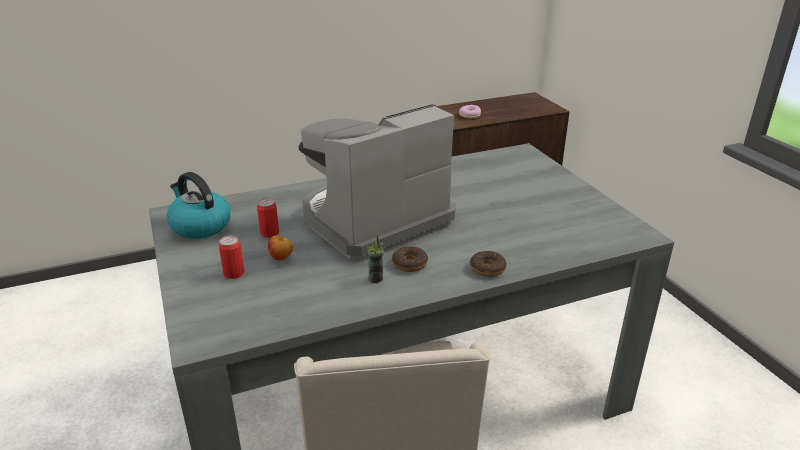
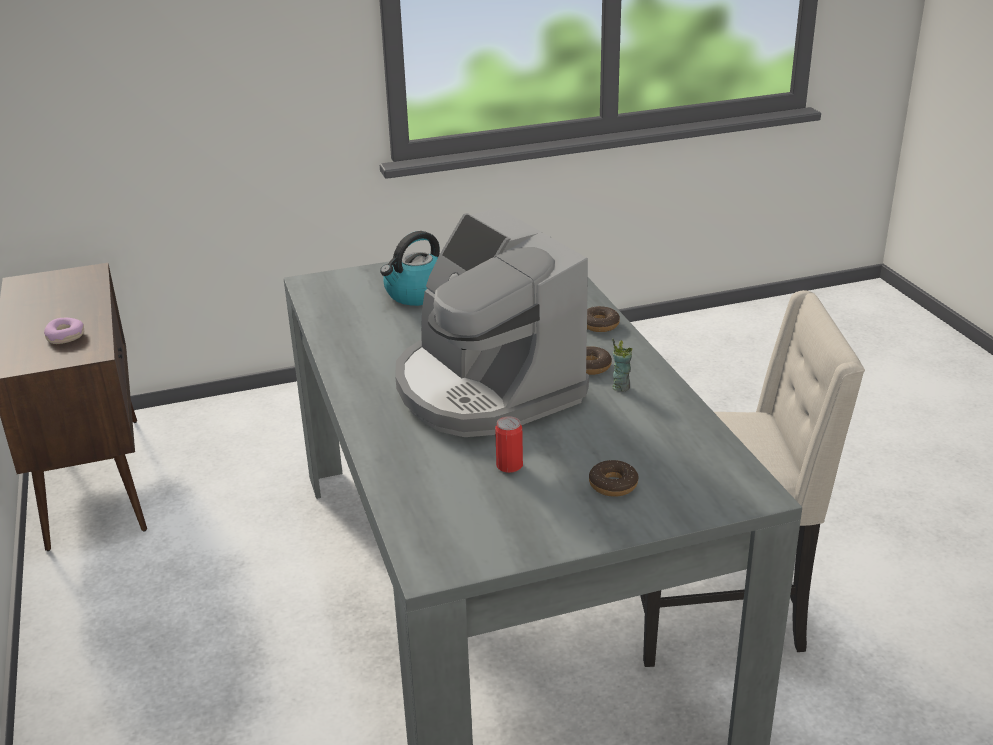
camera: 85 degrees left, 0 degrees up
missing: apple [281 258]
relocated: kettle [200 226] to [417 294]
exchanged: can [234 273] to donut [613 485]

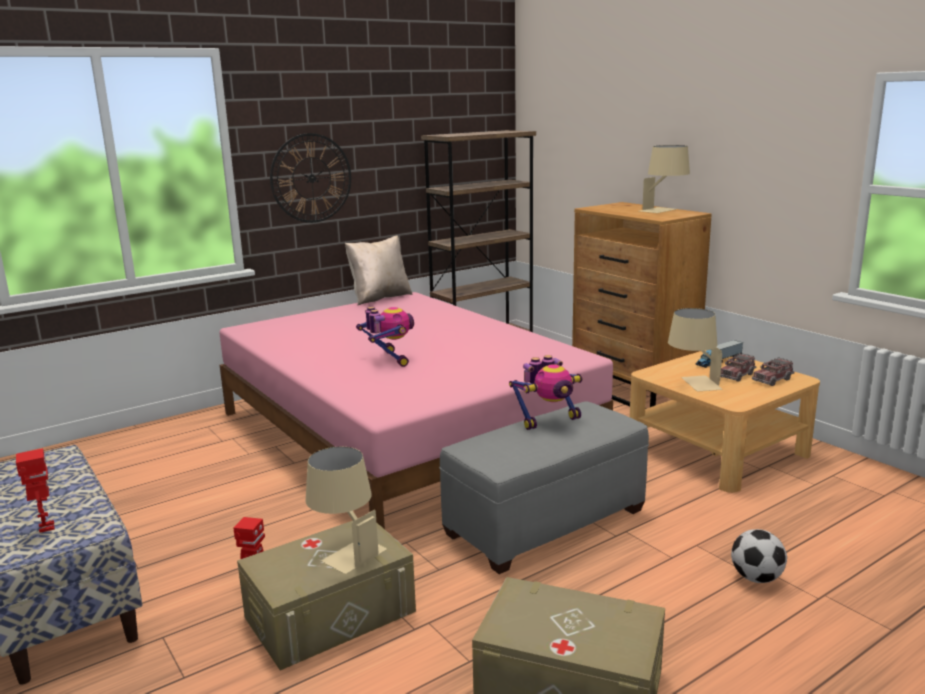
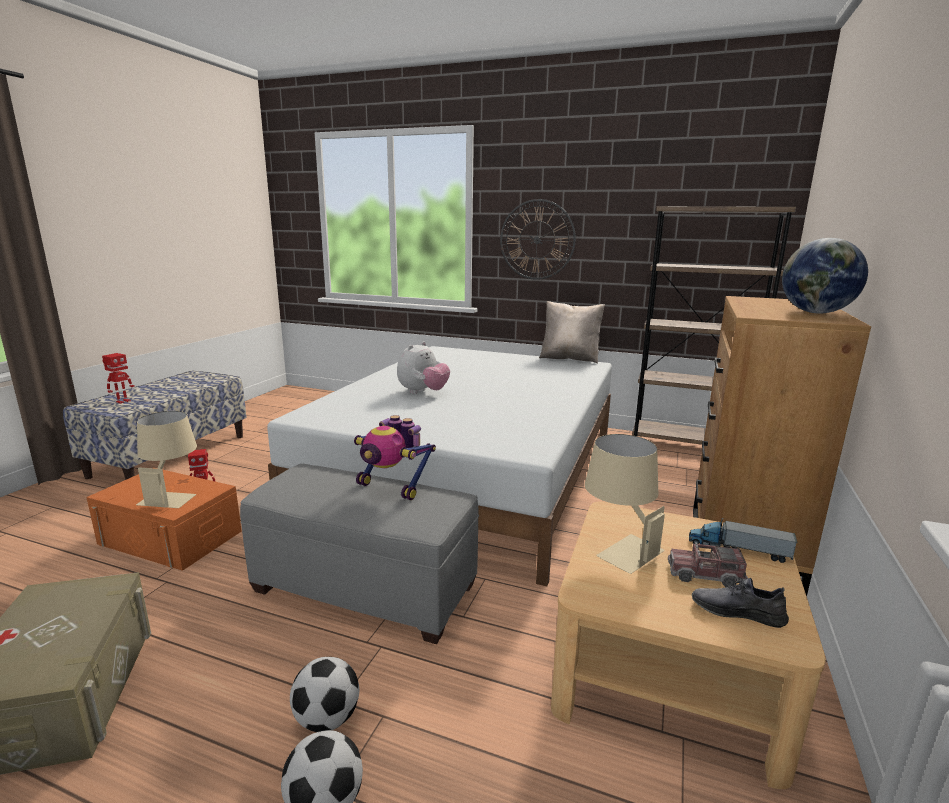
camera: 55 degrees right, 0 degrees up
appeared: football [327 719]
exchanged: toy robot [388 360] to plush toy [423 392]; beige table lamp [664 210] to globe [815 313]; toy truck [772 379] to grey shoe [737 611]
colour: pink bed [404 433] to white bed [471 471]; beige storage box [330 614] to orange storage box [171 537]

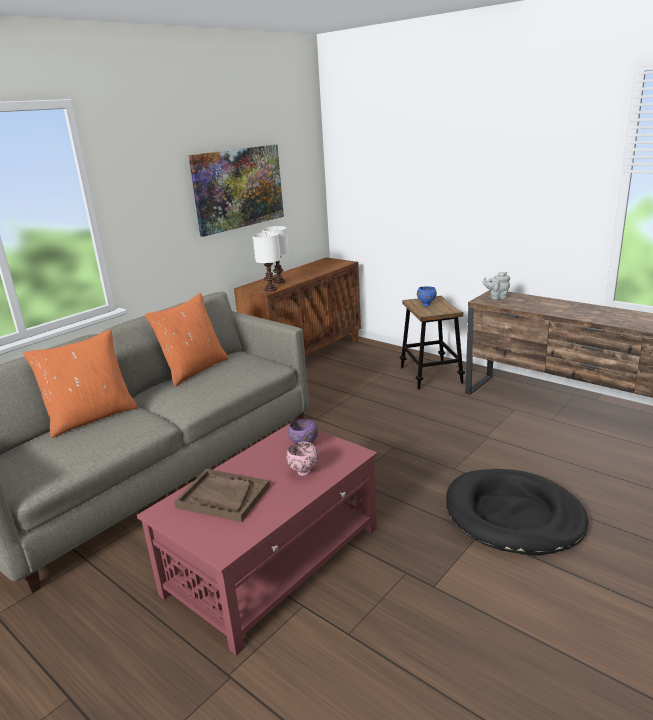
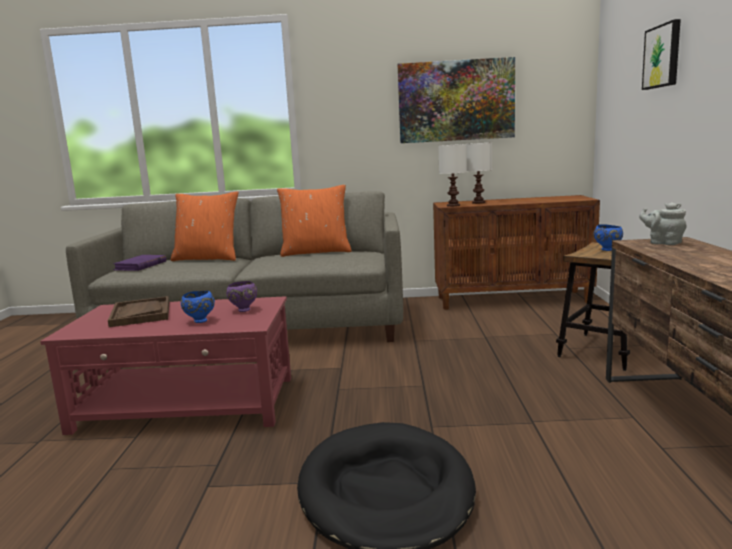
camera: 50 degrees right, 10 degrees down
appeared: purple book [140 266]; picture [663 56]
colour: pink bowl [303 473] to blue bowl [199 321]

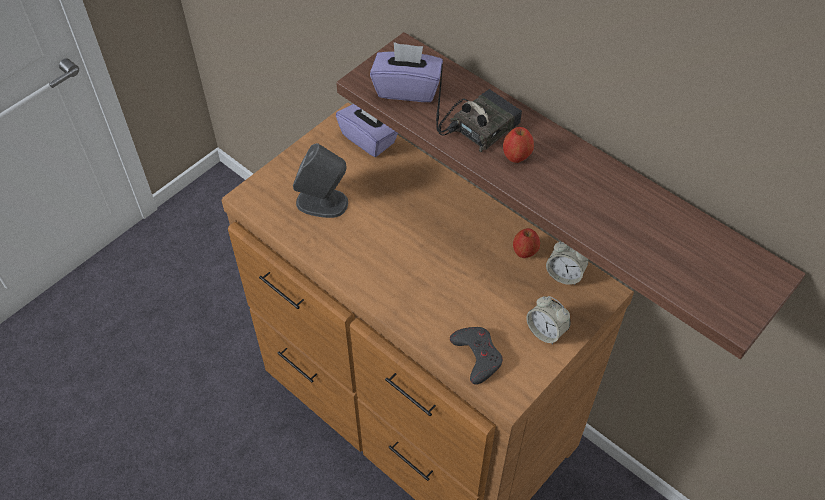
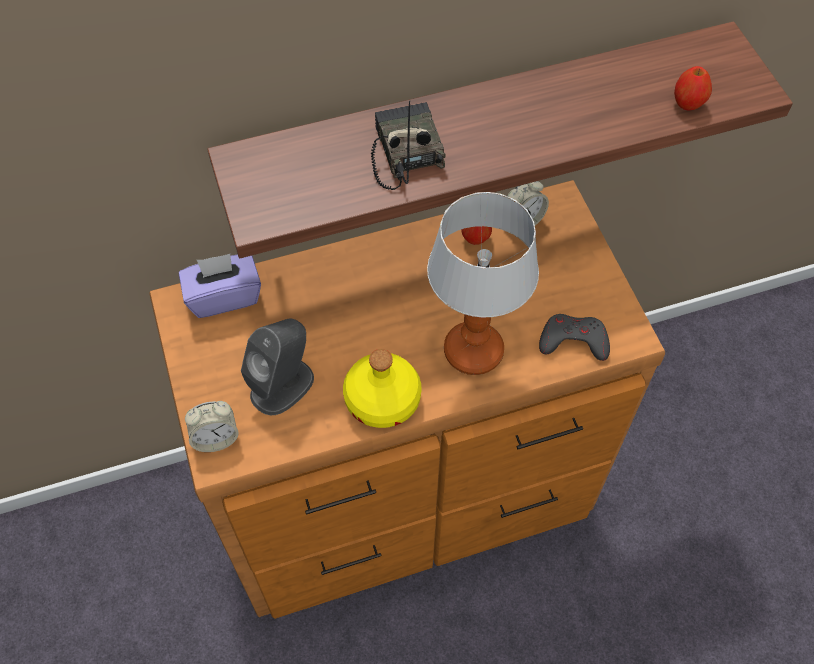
camera: 60 degrees left, 5 degrees up
missing: purple tissue box [407 89]
appeared: yellow bottle [383 400]; table lamp [472 351]
relocated: apple [516 157] to [688 103]; alarm clock [546 331] to [216 438]

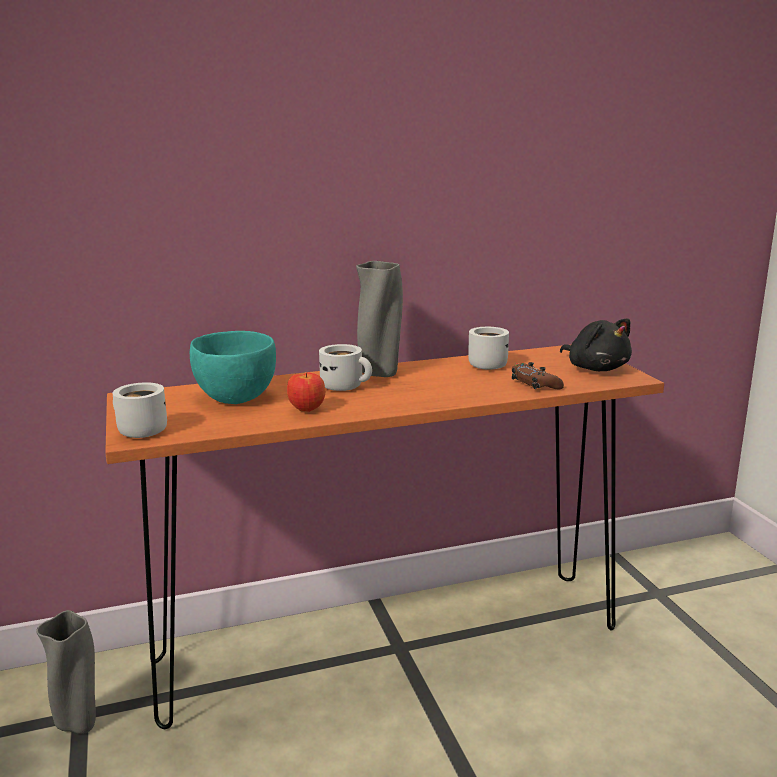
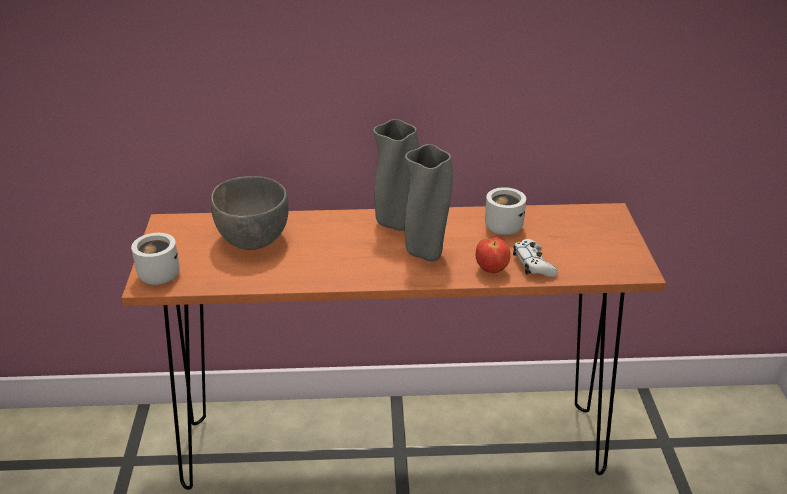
camera: 15 degrees right, 15 degrees up
missing: white mug [346 386]; black plush toy [596 368]
relocated: grey vase [79 723] to [426 253]; apple [307 410] to [492 270]
colour: turquoise bowl [236 397] to grey bowl [253 239]; brown game controller [535 384] to white game controller [533 264]

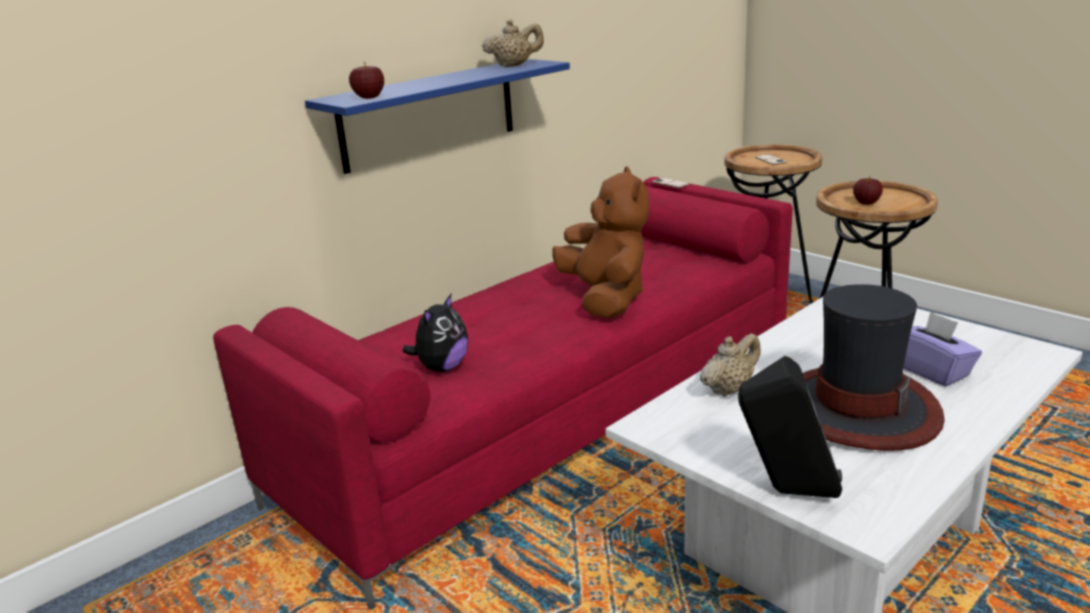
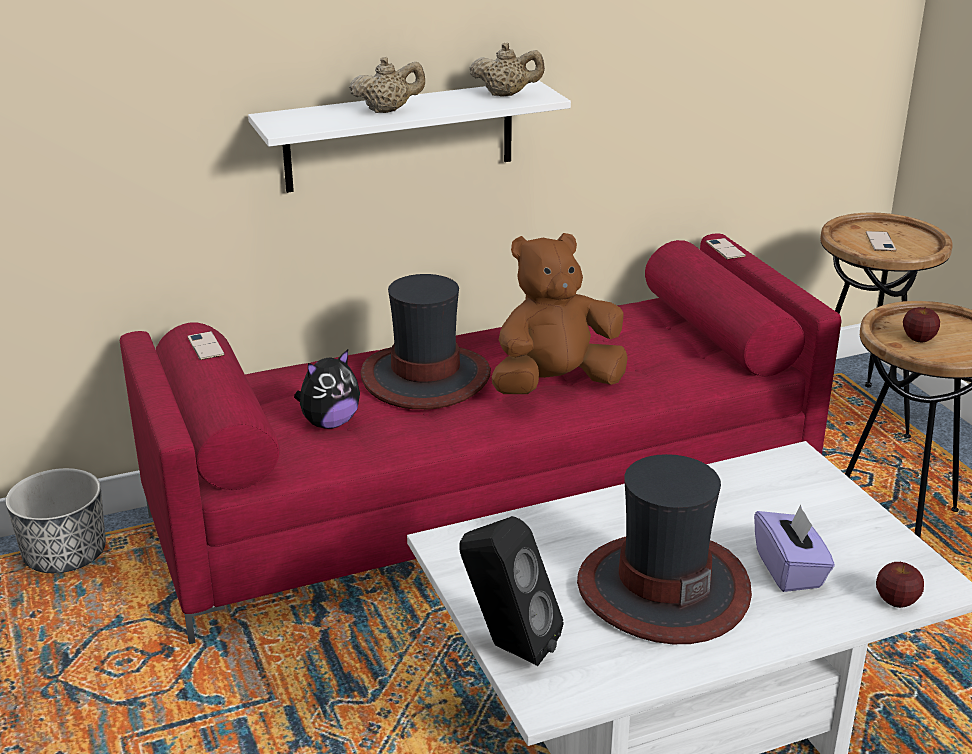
camera: 20 degrees right, 5 degrees up
appeared: planter [66 554]; phone [205 346]; hat [425 377]
relocated: apple [369 97] to [896 601]; beige teapot [729 389] to [388 110]
colour: blue shelf [429 114] to white shelf [400 136]
spun: brown plush toy [605 299] = [555 385] 120 degrees counterclockwise

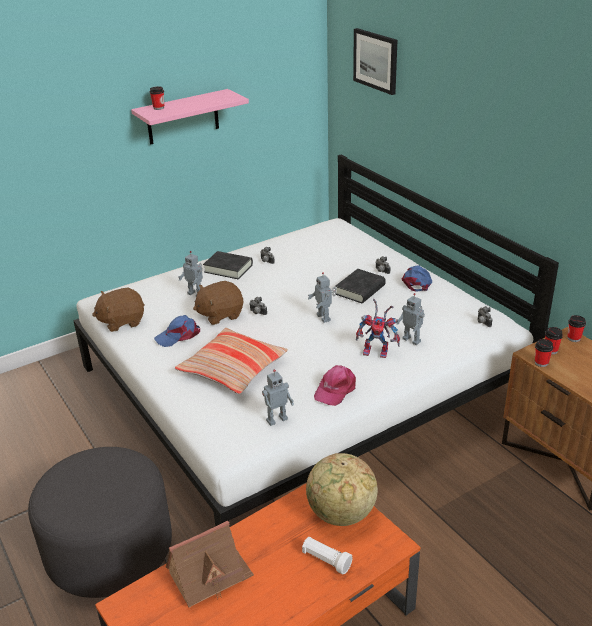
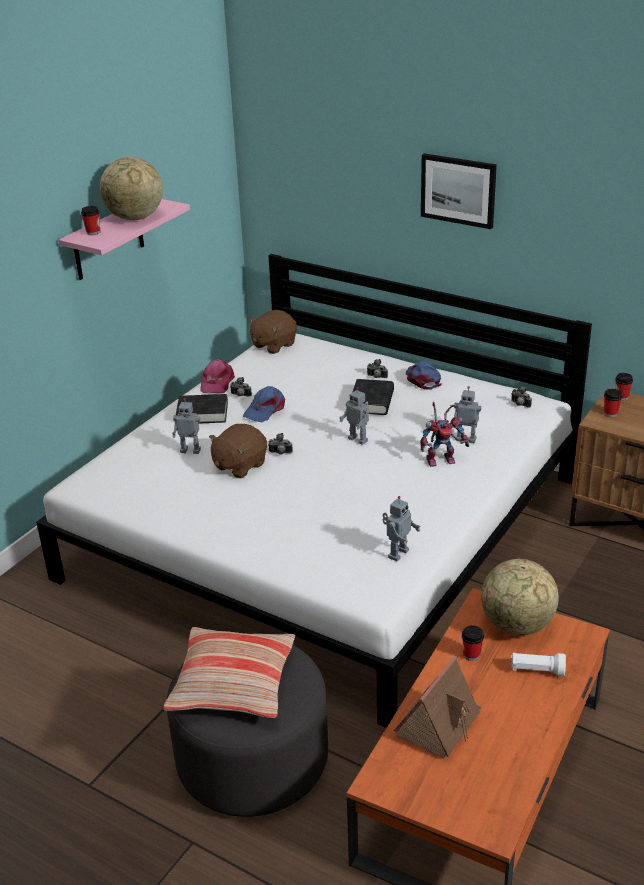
camera: 25 degrees left, 0 degrees up
appeared: globe [135 218]
relocated: brown plush toy [122 321] to [273 345]; blue cap [179 336] to [265 410]; pillow [233 369] to [233 683]; pink cap [335 389] to [216 382]; picture [376 60] to [458 190]; cup [541 363] to [471 654]

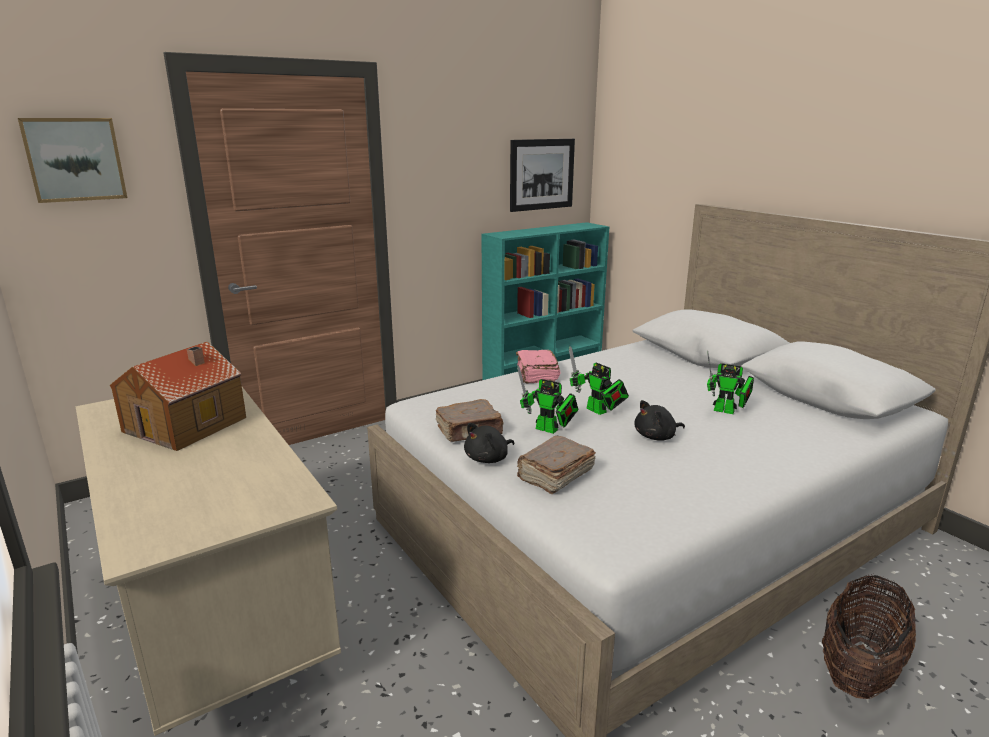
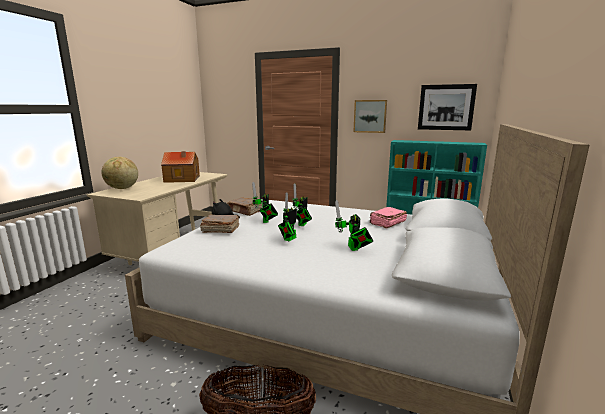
camera: 55 degrees right, 5 degrees down
appeared: globe [122 188]
relocated: picture [74 159] to [370 116]; pink book [536 375] to [387 223]
exchanged: black plush toy [657 437] to toy robot [289 239]

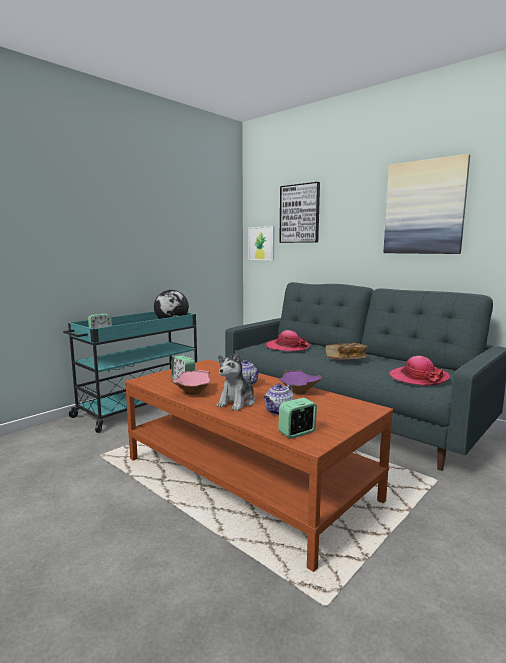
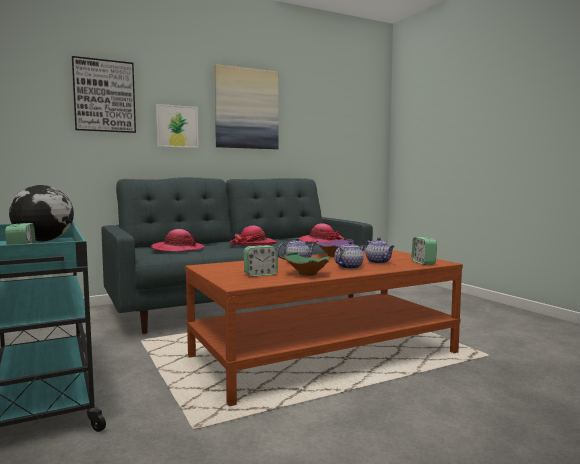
camera: 70 degrees left, 5 degrees down
relocated: picture [261 243] to [177 126]
exchanged: plush toy [237 402] to teapot [349 267]; book [345 360] to hat [253 244]
colour: pink bowl [192 392] to green bowl [307 274]

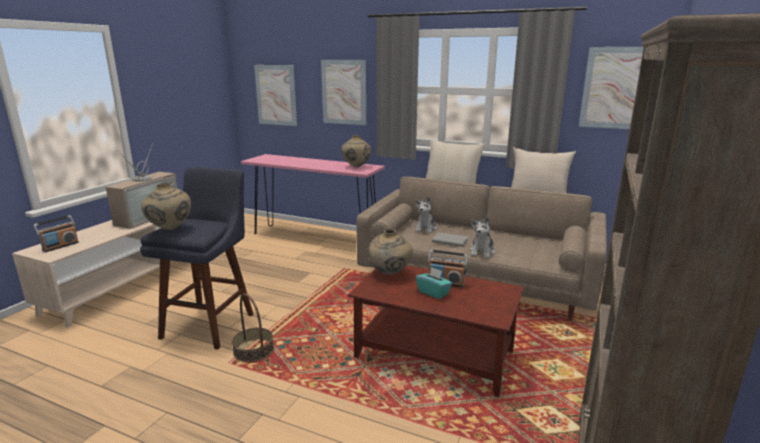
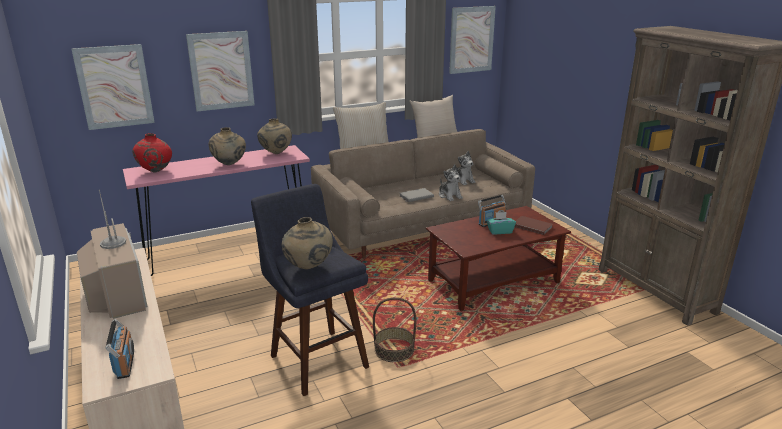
camera: 50 degrees left, 5 degrees up
appeared: red vase [155 171]; brown book [532 226]
relocated: beige vase [390 273] to [229 164]; plush toy [426 228] to [463 180]

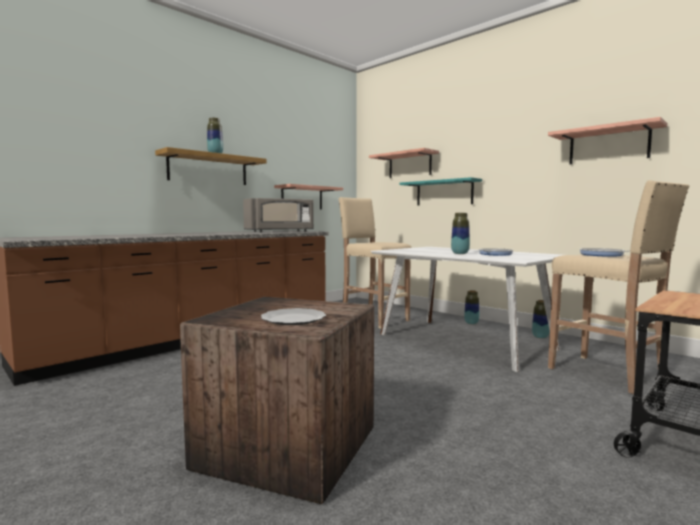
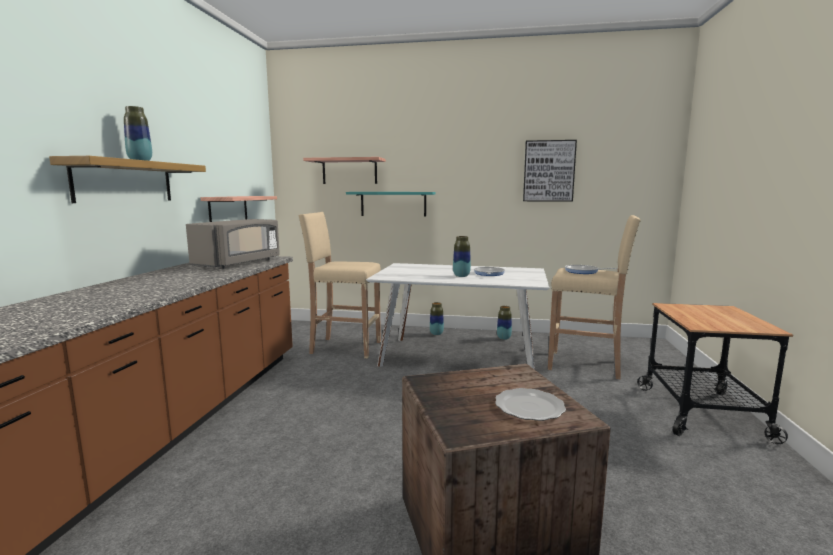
camera: 35 degrees left, 5 degrees up
exchanged: shelf [608 145] to picture [549 171]

